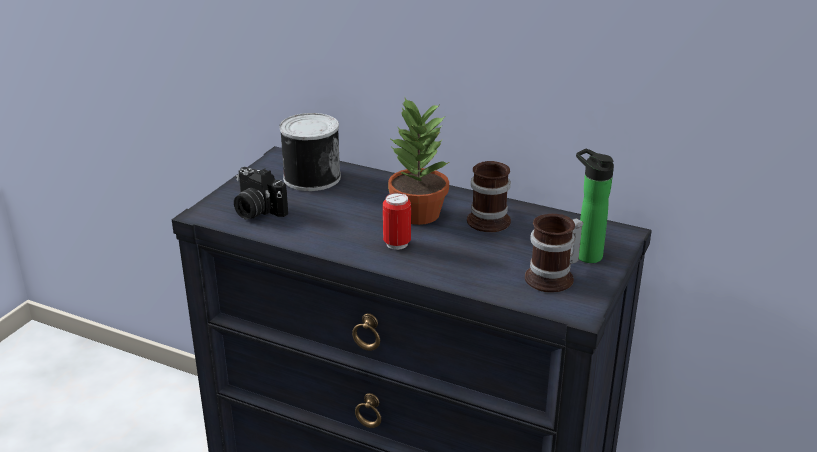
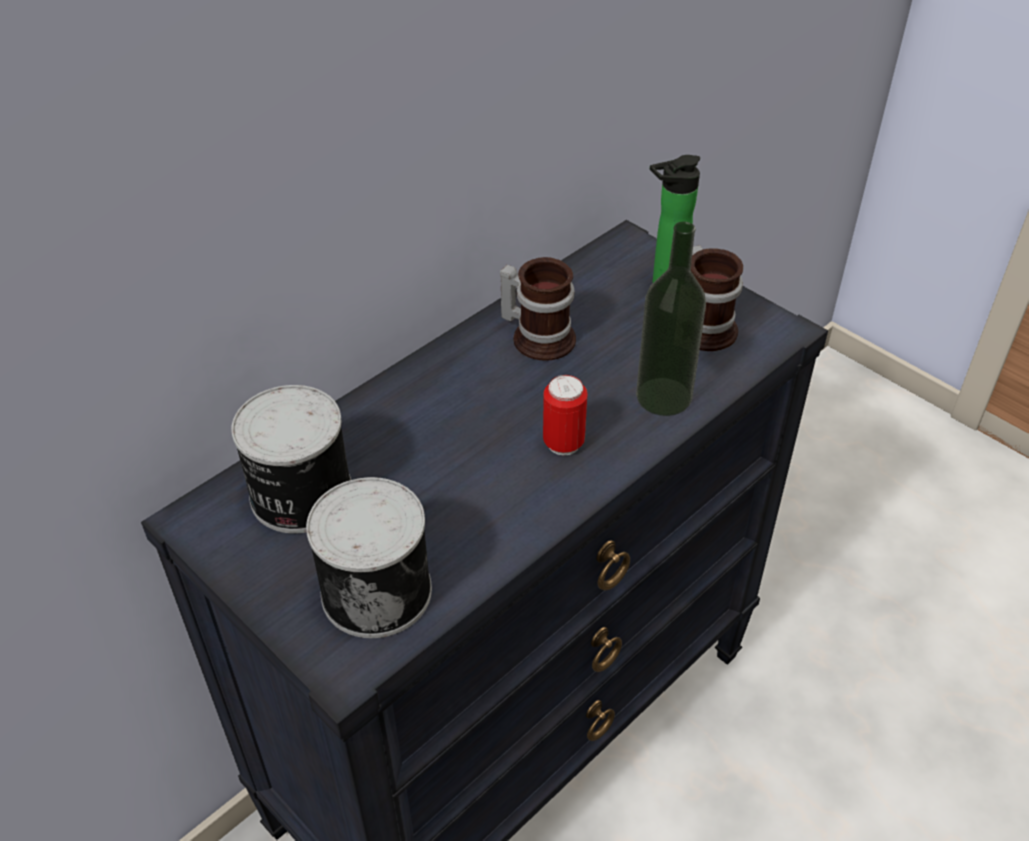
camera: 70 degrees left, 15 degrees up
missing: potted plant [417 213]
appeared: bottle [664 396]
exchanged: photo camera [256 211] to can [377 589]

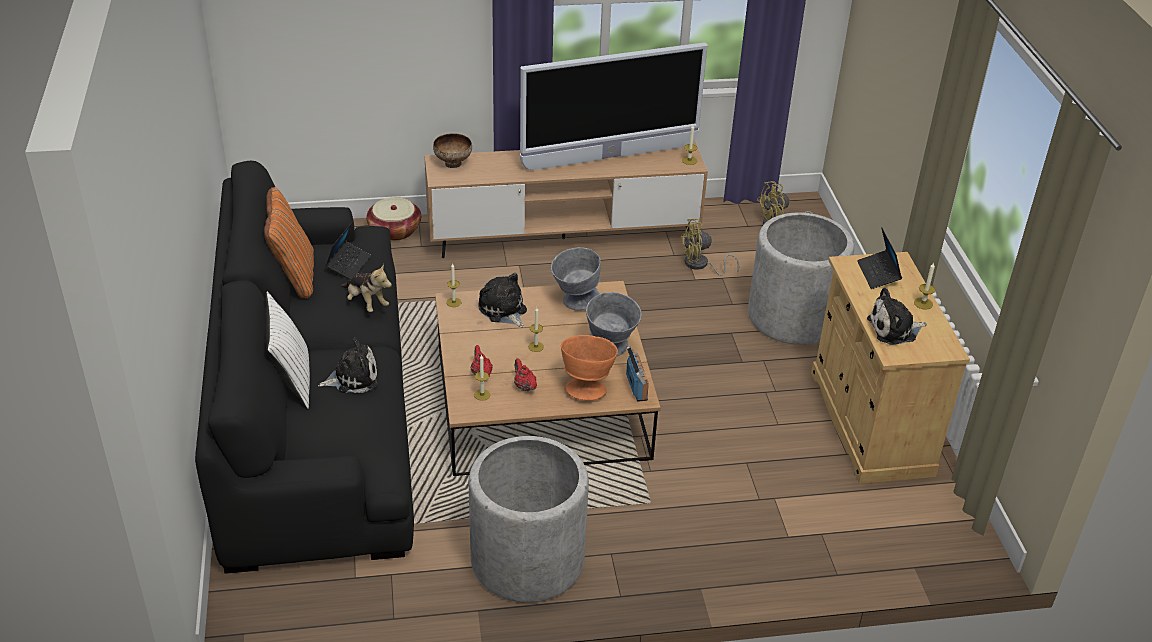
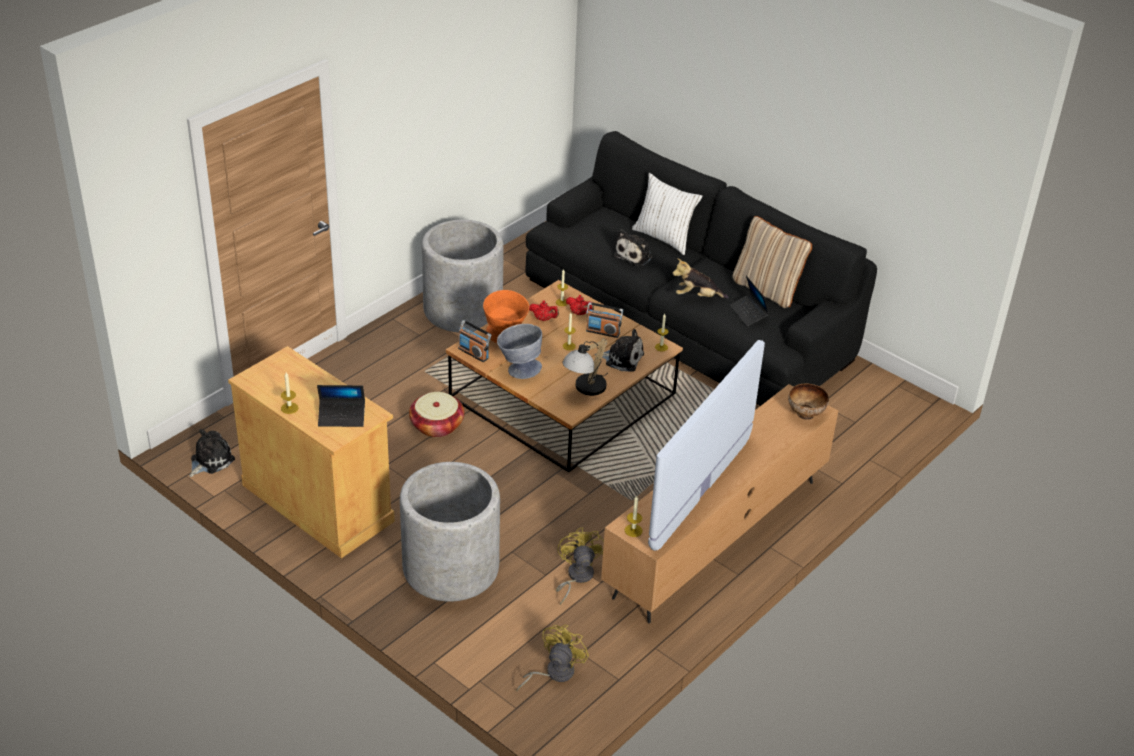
camera: 140 degrees right, 0 degrees up
appeared: radio [603 332]
relocated: basket [394 230] to [437 425]; plush toy [894 329] to [210 460]
exchanged: grey bowl [574 301] to table lamp [585 390]
colour: orange pillow [294 276] to beige pillow [767 290]
spun: yellow fan [700 265] = [576 577] 45 degrees counterclockwise; laptop [878 274] = [342 417] 135 degrees clockwise

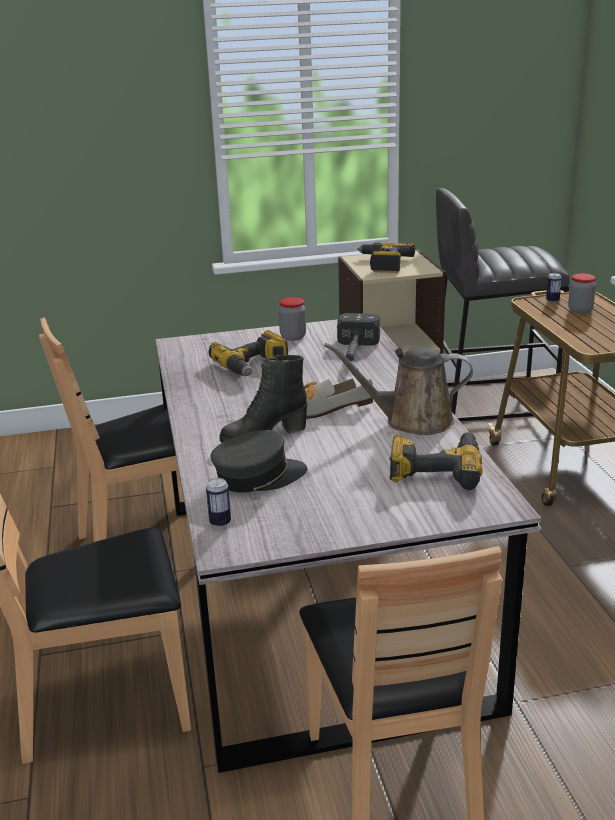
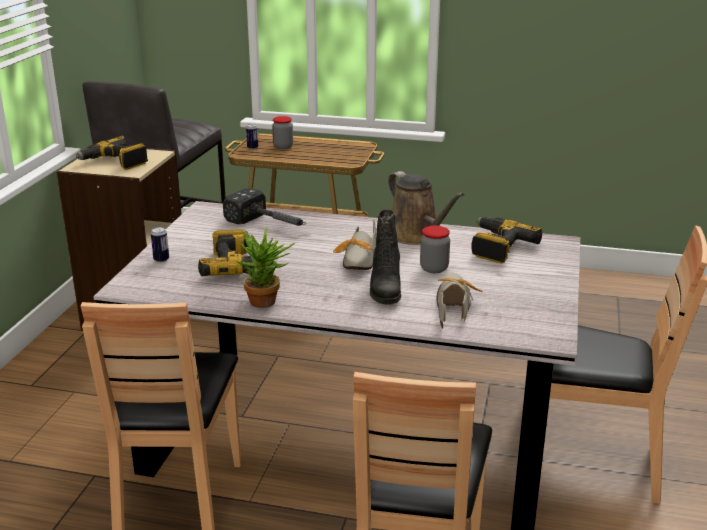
camera: 65 degrees left, 0 degrees up
appeared: potted plant [267 303]
relocated: can [220 522] to [161 260]; jar [293 337] to [434 268]
exchanged: grey cap [259 476] to shoe [453 305]
spun: brown watering can [412 421] = [416 236] 60 degrees counterclockwise

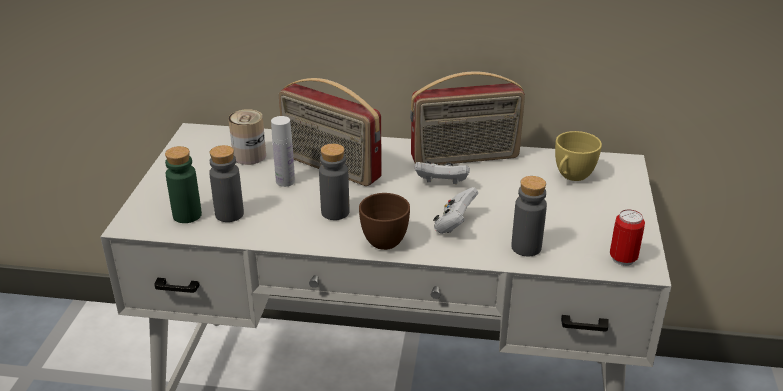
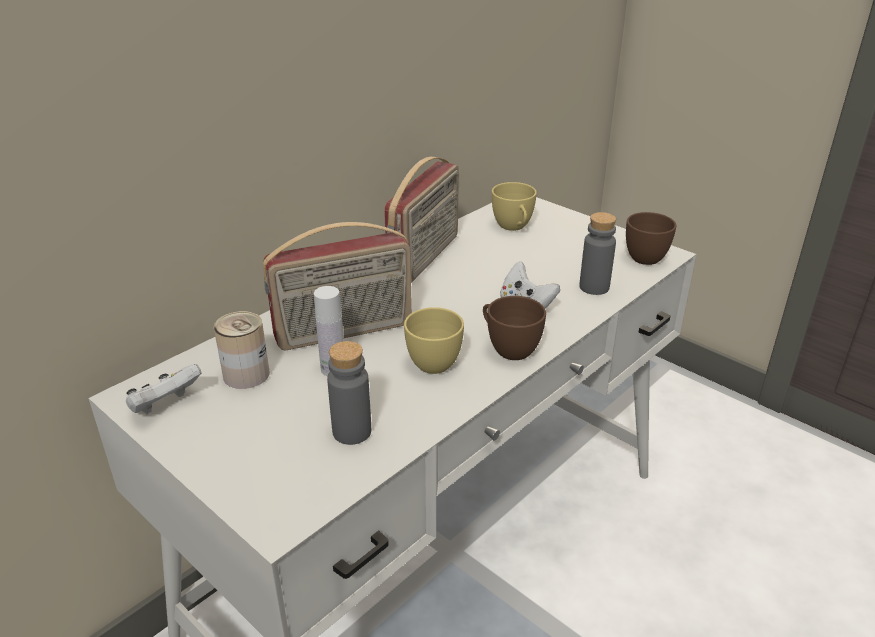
camera: 55 degrees left, 0 degrees up
missing: green bottle [187 215]
relocated: white game controller [442 184] to [165 406]
exchanged: grey bottle [335 212] to yellow cup [431 360]; can [623 259] to brown cup [647 256]

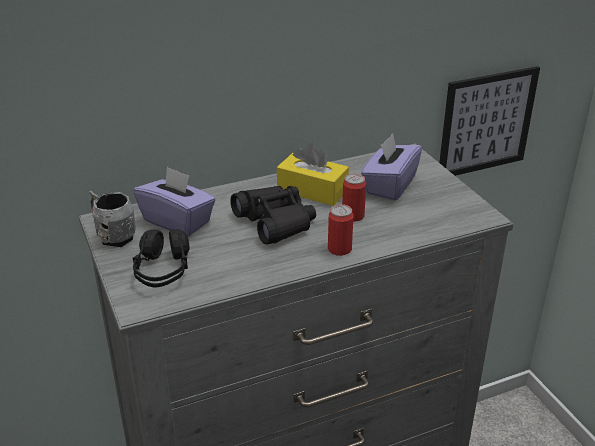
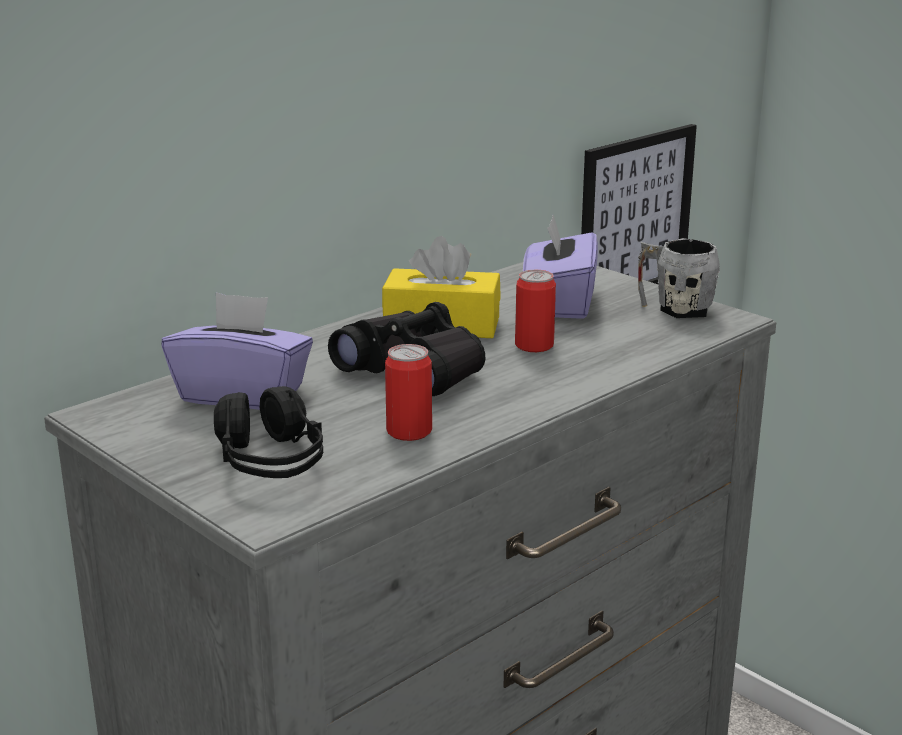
camera: 20 degrees left, 10 degrees down
relocated: grey mug [113 236] to [675 309]; can [339 249] to [409 431]

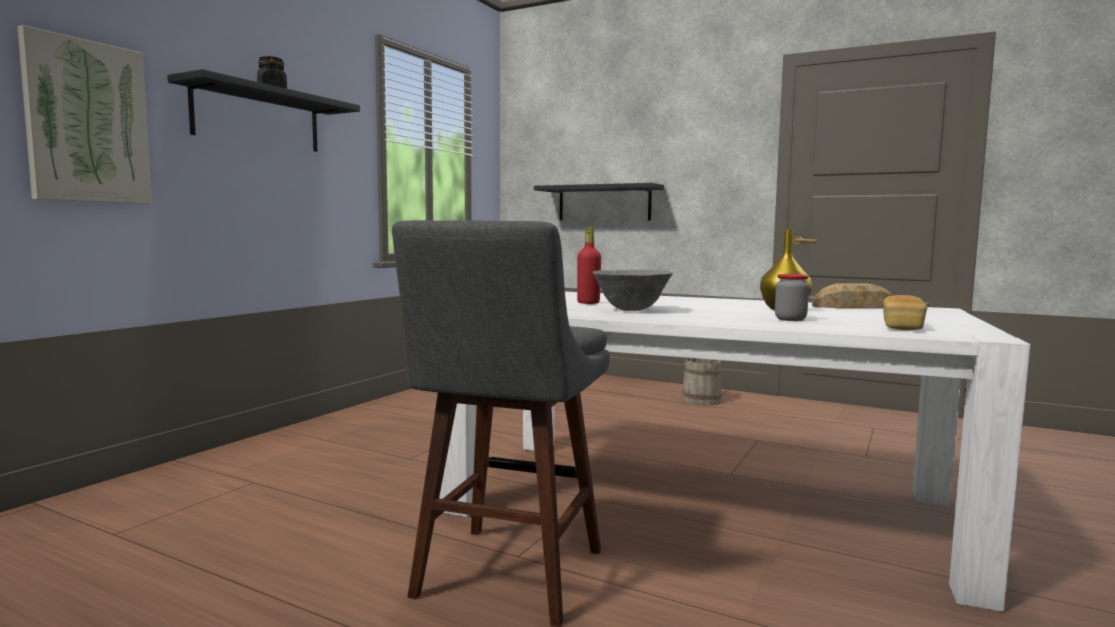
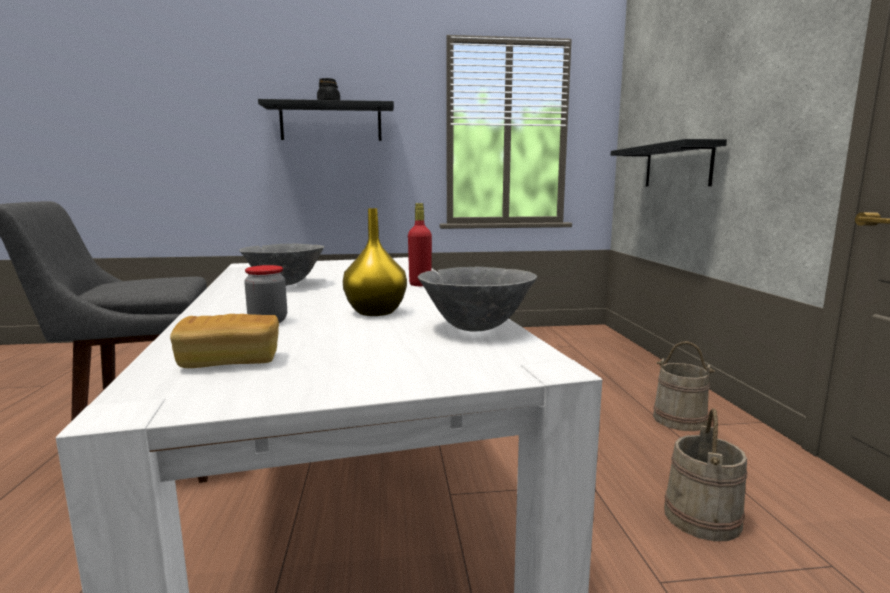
camera: 55 degrees right, 5 degrees up
missing: picture [87 122]
appeared: beige bucket [702 517]
relocated: red bottle [588 303] to [420 284]
exchanged: bread [852 306] to grey bowl [476 329]

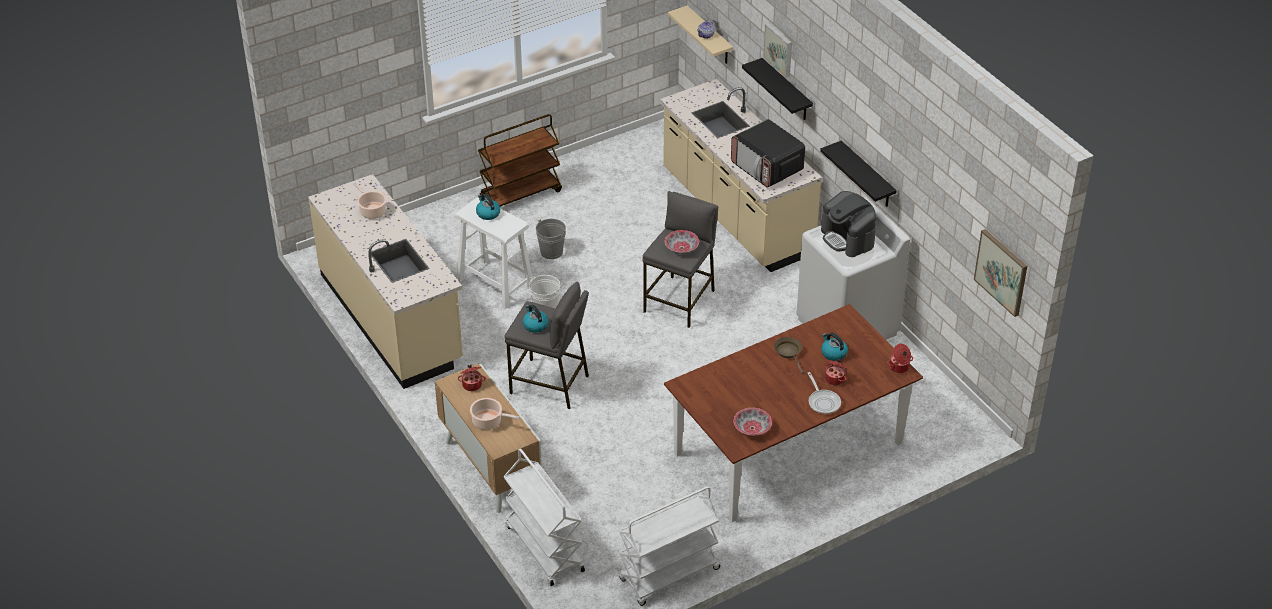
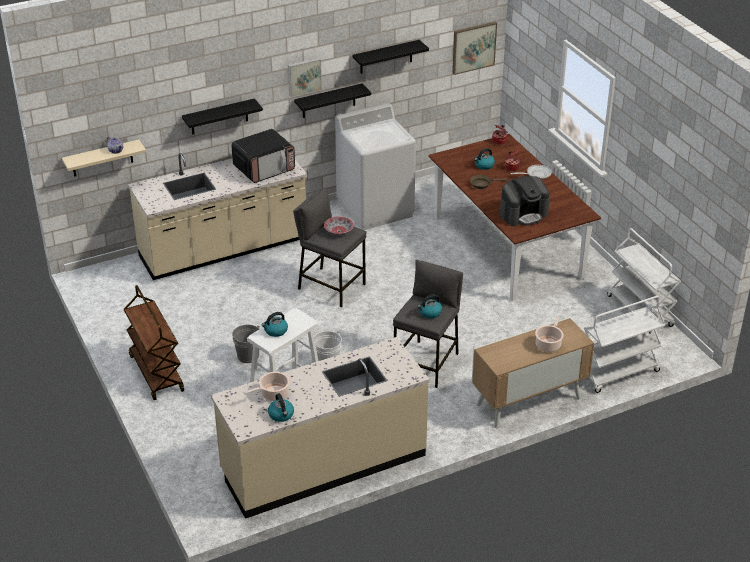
camera: 85 degrees left, 5 degrees down
missing: cooking pot [472 384]; bowl [752 428]
appeared: kettle [281 415]; black shelf [386 57]
relocated: picture [779 49] to [304 76]; coffee machine [848 238] to [523 214]

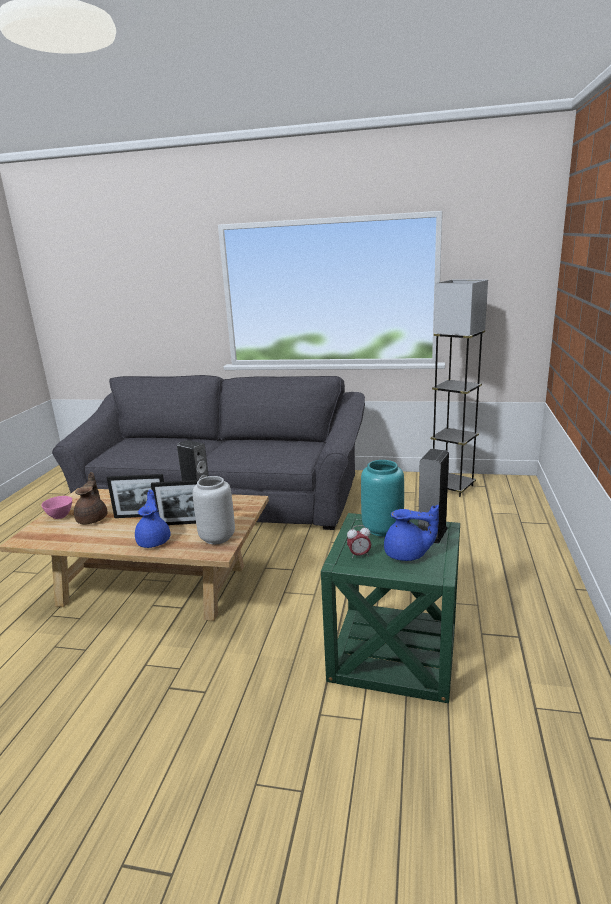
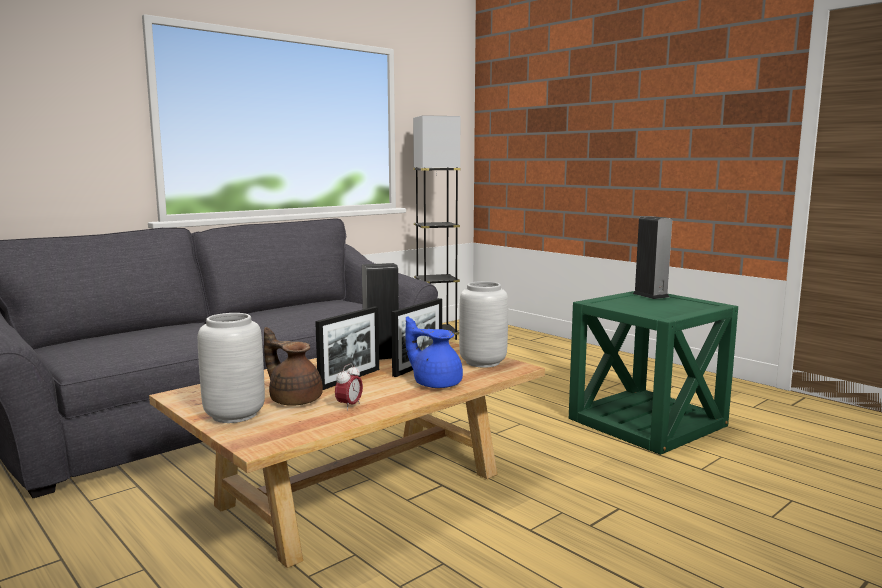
camera: 55 degrees left, 10 degrees down
missing: turquoise vase [383 529]; blue teapot [407 555]
relocated: alarm clock [359 555] to [349 406]
exchanged: pink bowl [60 516] to grey vase [236 415]

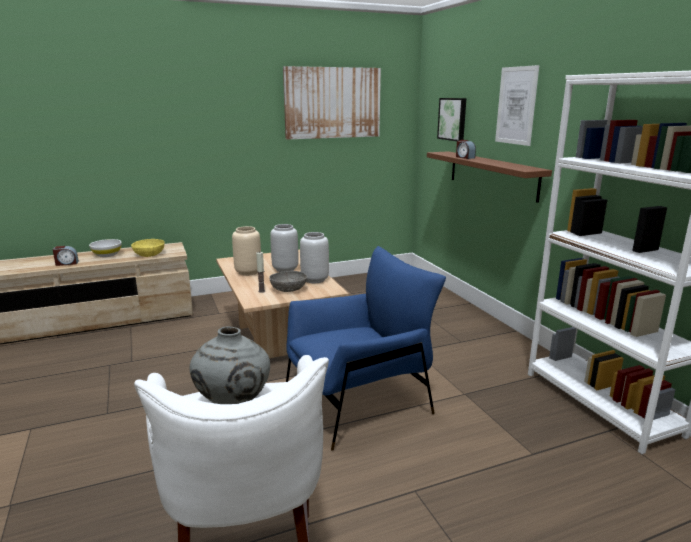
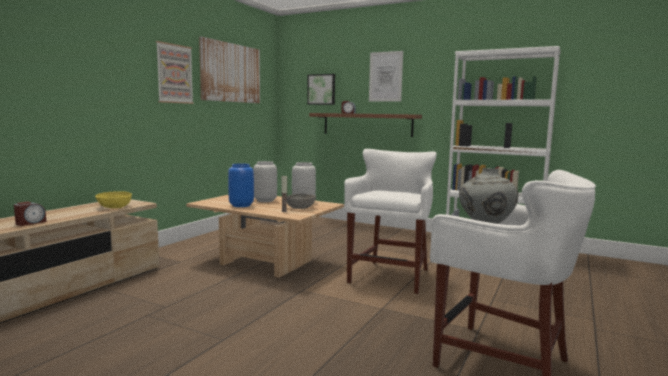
camera: 40 degrees left, 10 degrees down
missing: white bowl [107 255]
appeared: picture [174 74]
exchanged: blue armchair [358 402] to white stool [390 277]
colour: beige vase [248 272] to blue vase [241 205]

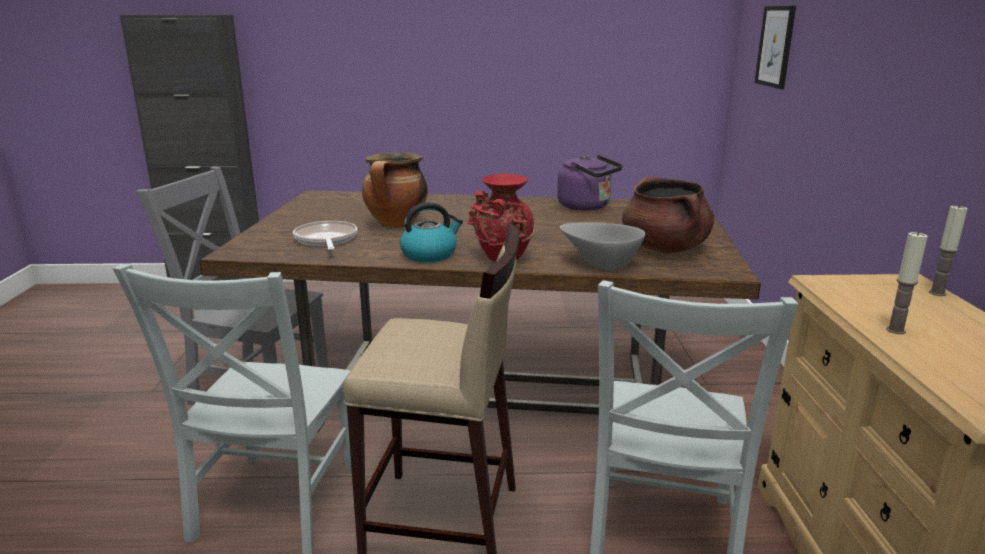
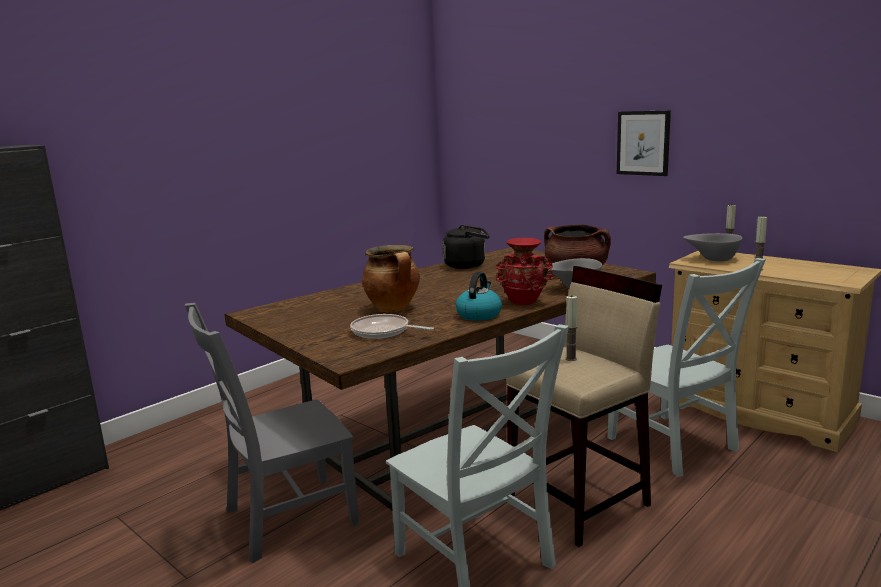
camera: 45 degrees left, 5 degrees down
appeared: candle [571 359]; grey bowl [713 259]
relocated: picture [775 46] to [643 143]
colour: purple kettle [587 206] to black kettle [467 265]

